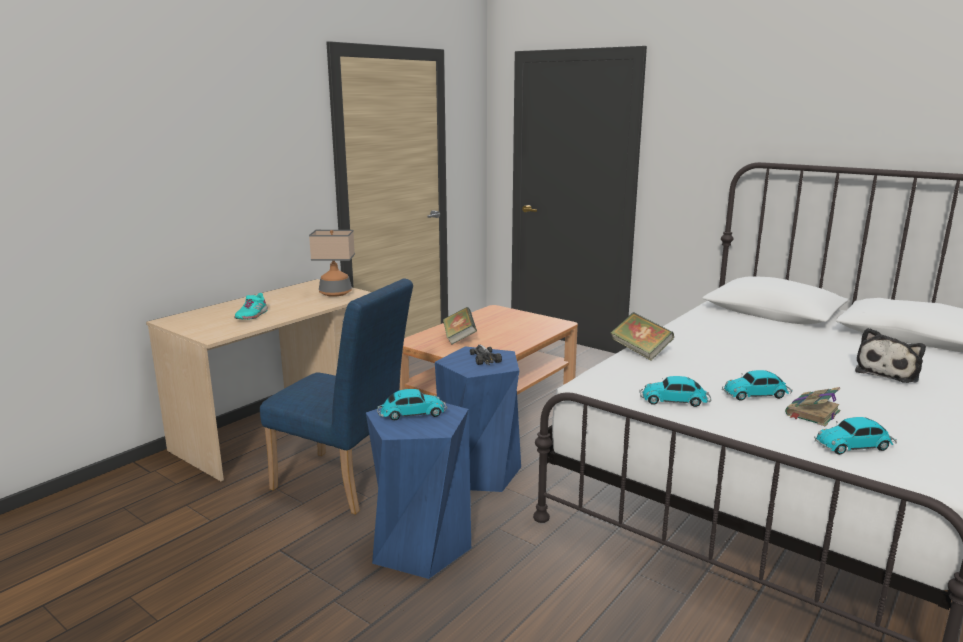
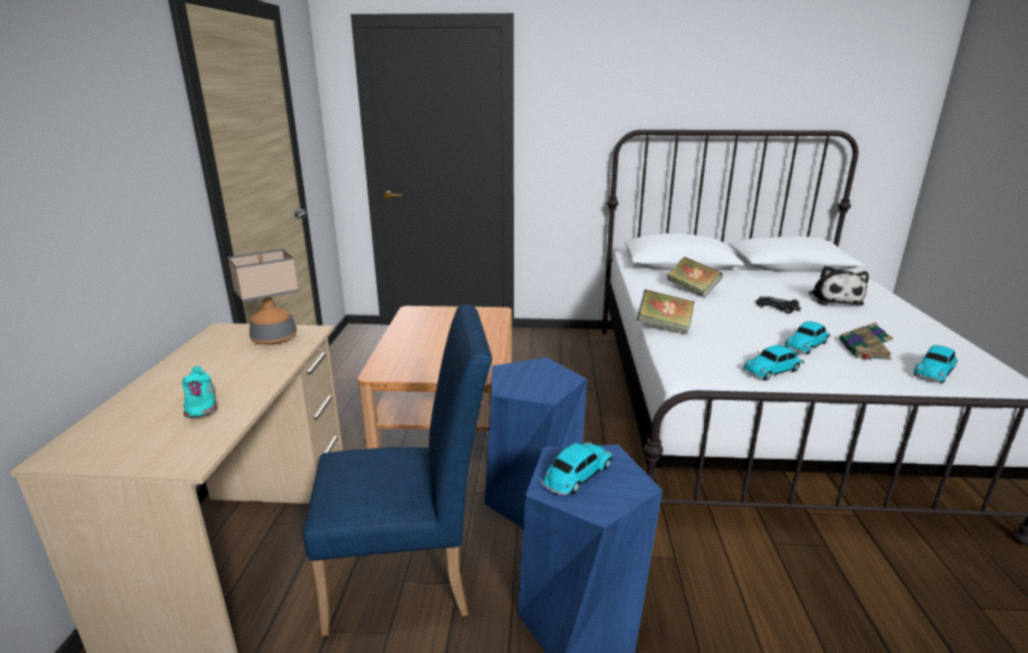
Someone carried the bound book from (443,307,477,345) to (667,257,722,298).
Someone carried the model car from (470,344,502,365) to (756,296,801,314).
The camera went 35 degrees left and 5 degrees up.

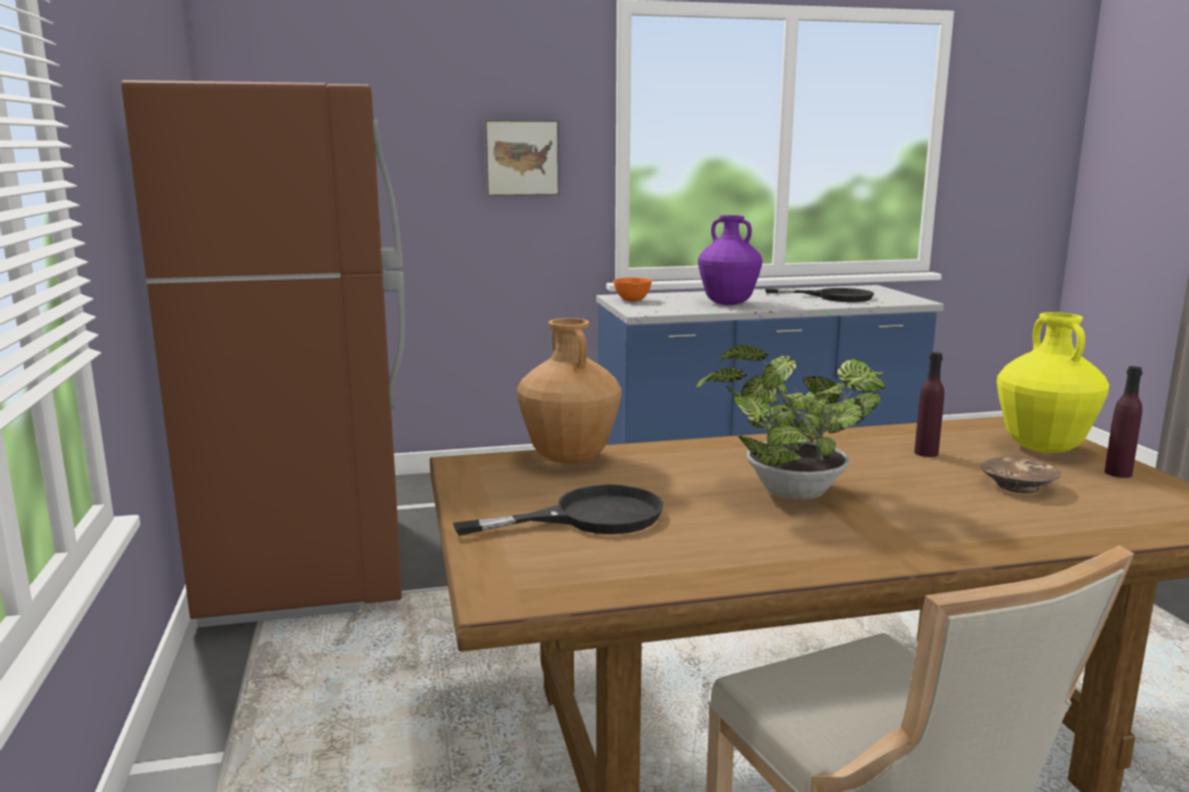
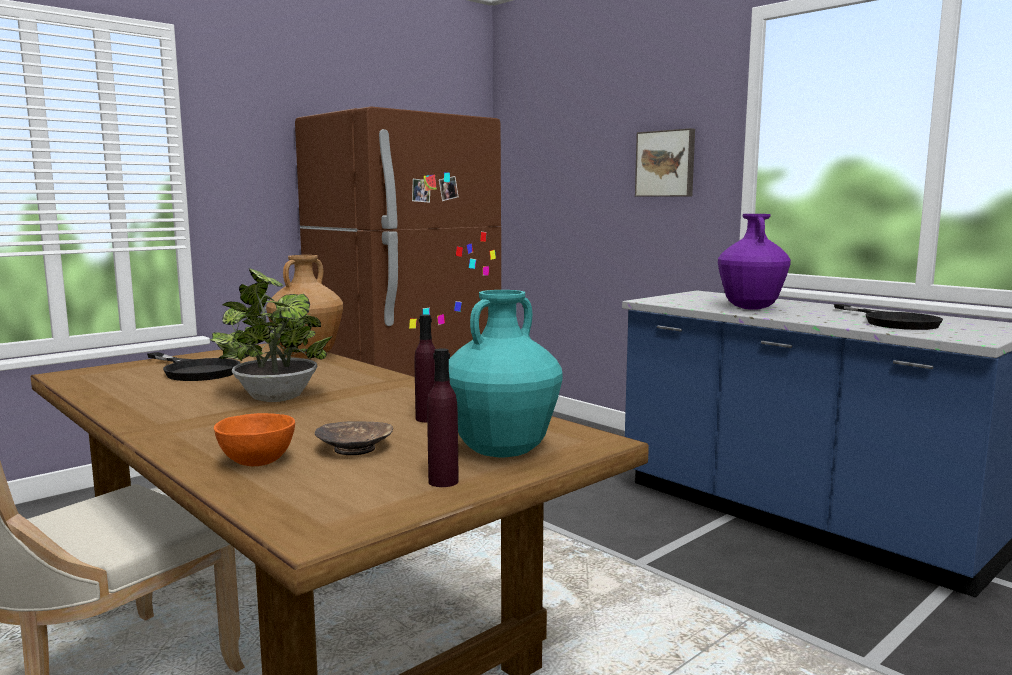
Someone carried the bowl (orangey) from (613,278,652,301) to (214,413,295,466).
Someone repainted the decorative vase (yellow) at (997,312,1109,453), which became the decorative vase (turquoise) at (449,290,562,457).
The camera went 60 degrees right and 5 degrees down.

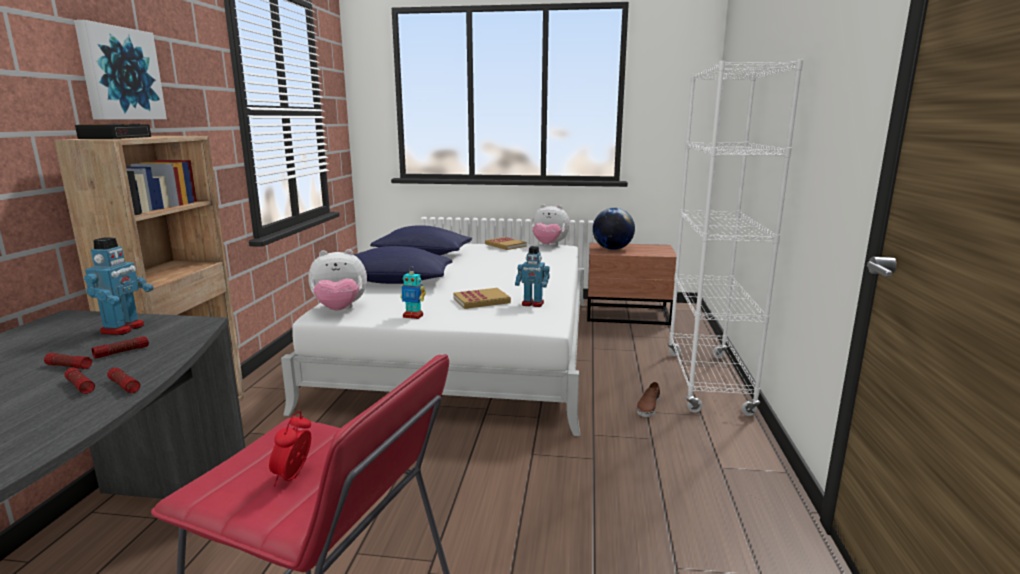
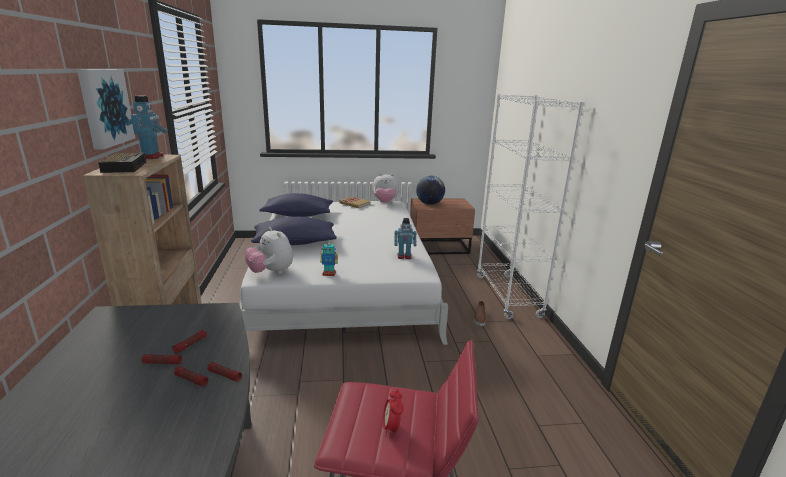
Someone carried the robot figure from (84,237,154,335) to (130,95,168,159).
Someone rotated the soft toy at (308,249,367,311) by 75 degrees clockwise.
Someone took away the bound book at (453,288,511,309).
The camera went 15 degrees left and 5 degrees up.

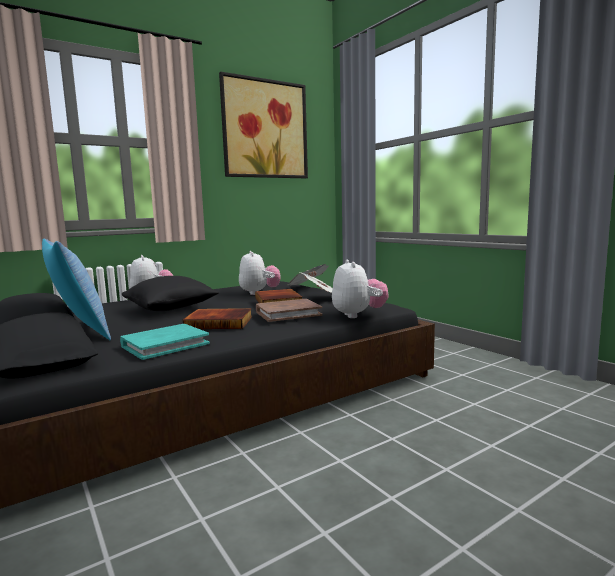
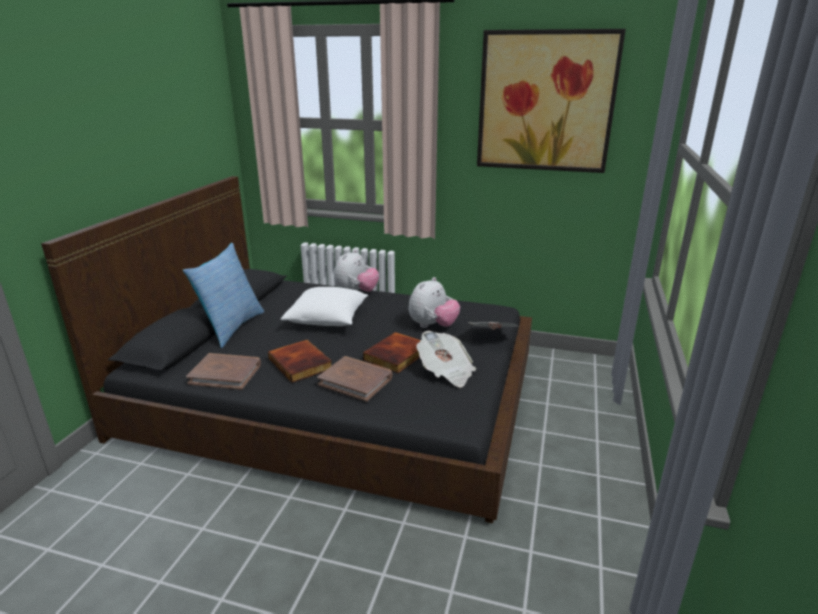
Someone repainted the bound book (turquoise) at (120,324,210,360), which became the bound book (brown) at (186,353,261,390).
Someone repainted the pillow (black-coloured) at (122,276,219,311), which became the pillow (whitish) at (281,287,368,326).
Someone took away the soft toy at (332,259,389,318).
The camera went 50 degrees right and 15 degrees up.

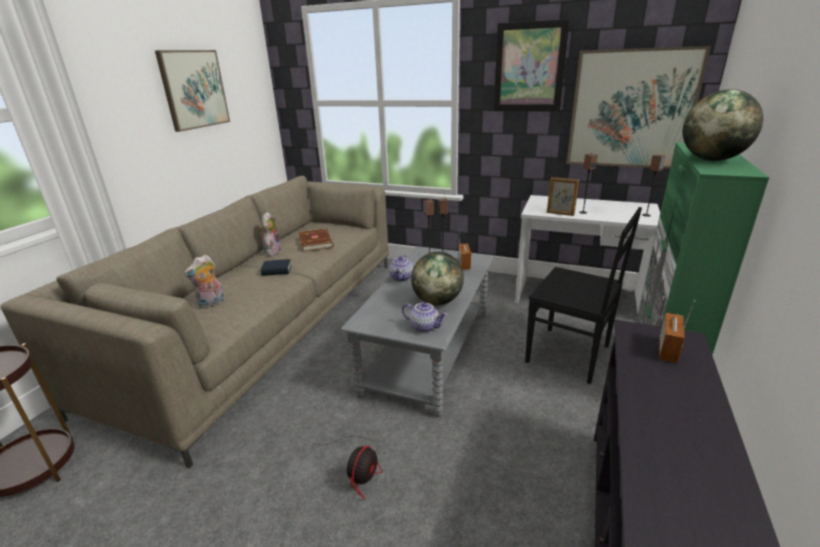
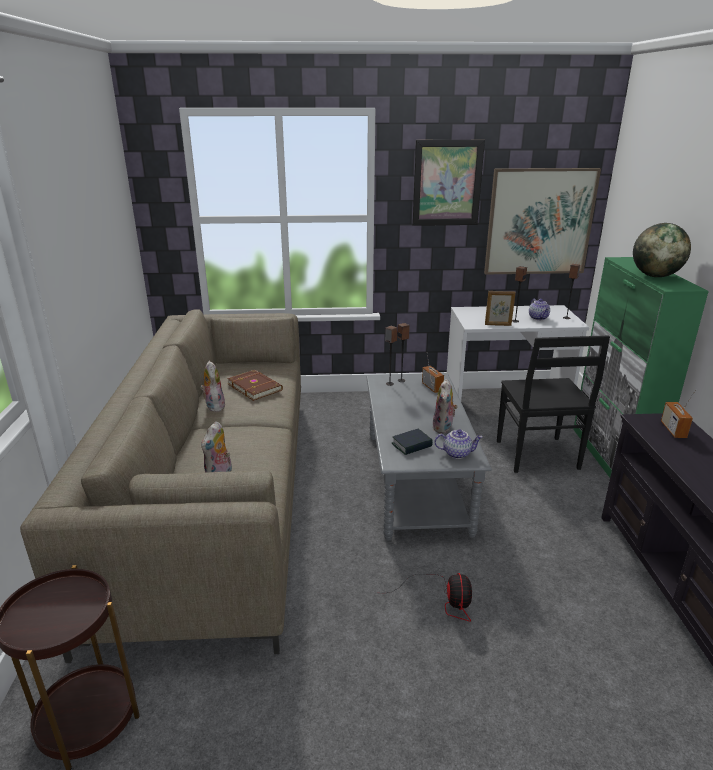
Someone took away the wall art at (155,50,230,132).
Someone carried the bound book from (260,259,292,276) to (392,429,433,455).
Someone carried the tea pot from (389,254,413,282) to (529,298,550,320).
Someone swapped the desk globe at (411,252,464,305) for the soft toy at (432,379,458,433).
Someone rotated the chair (black-coloured) at (525,207,642,384) by 75 degrees clockwise.
The camera went 25 degrees left and 0 degrees up.

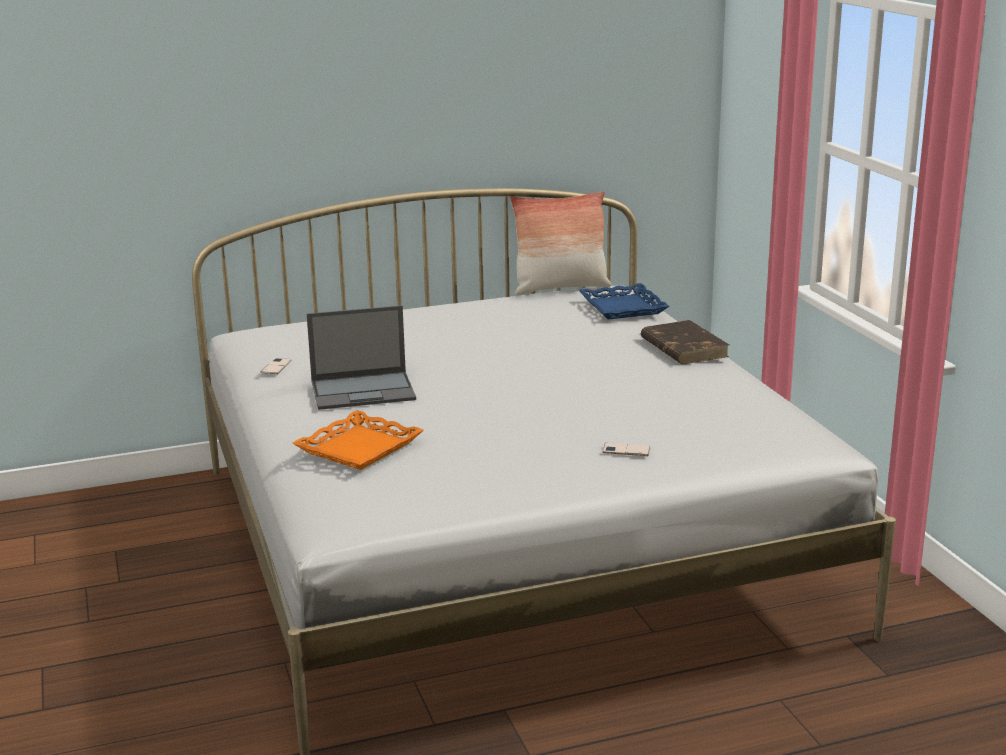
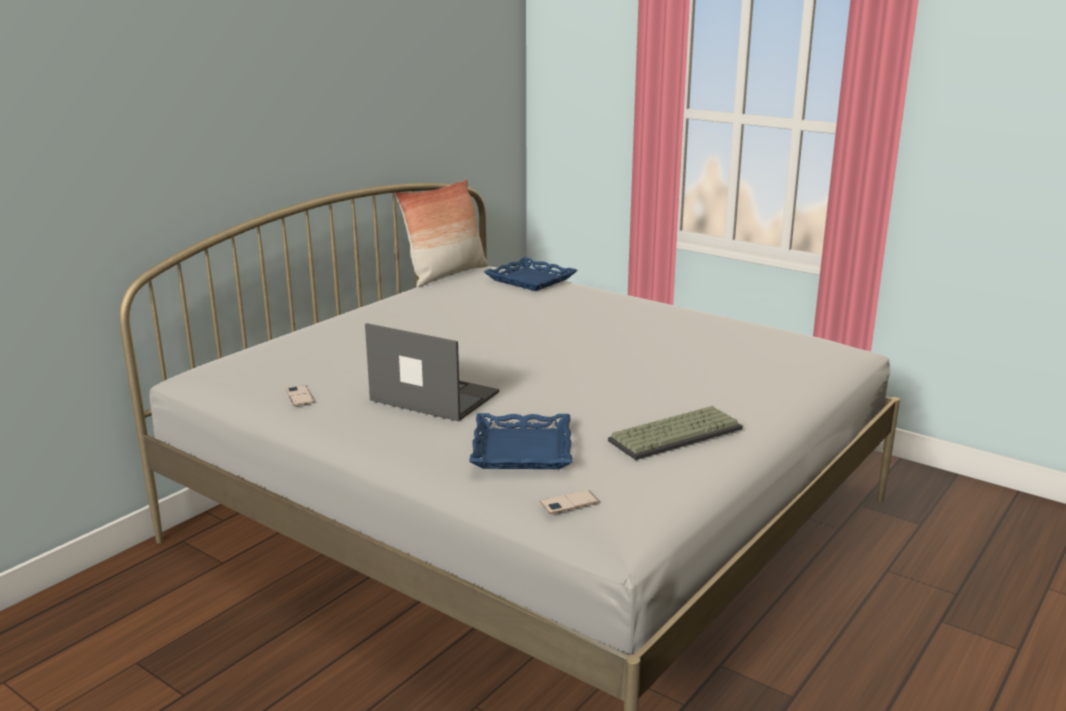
Someone repainted the tray (orangey) at (293,410,424,470), which became the tray (blue-coloured) at (469,413,572,469).
Someone rotated the notebook computer at (307,305,416,410) by 105 degrees counterclockwise.
Someone carried the phone from (602,443,651,456) to (540,490,600,514).
Someone took away the bound book (brown) at (641,320,729,364).
Someone put down the PC keyboard at (608,406,743,460).
The camera went 35 degrees left and 0 degrees up.

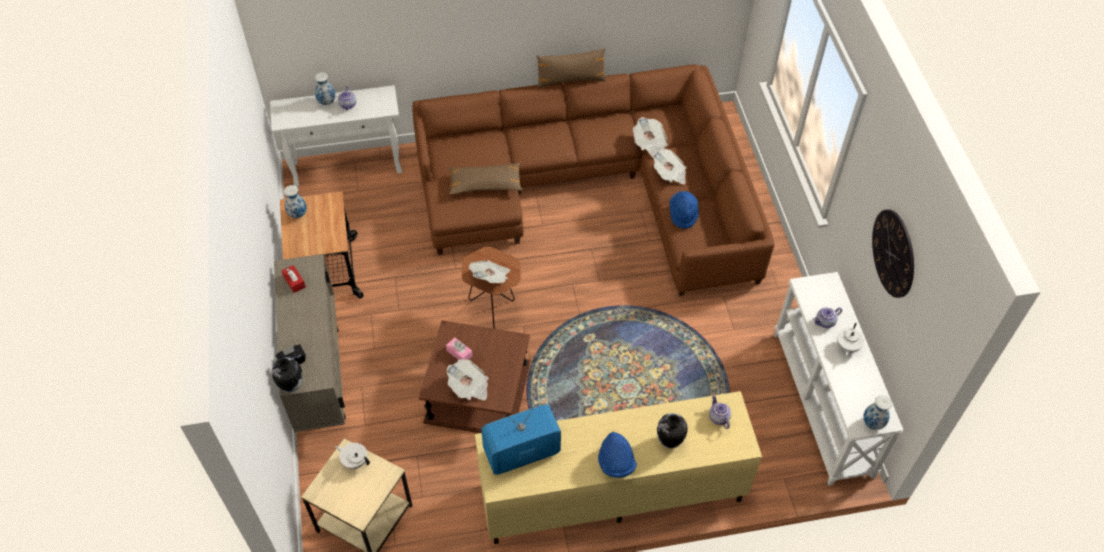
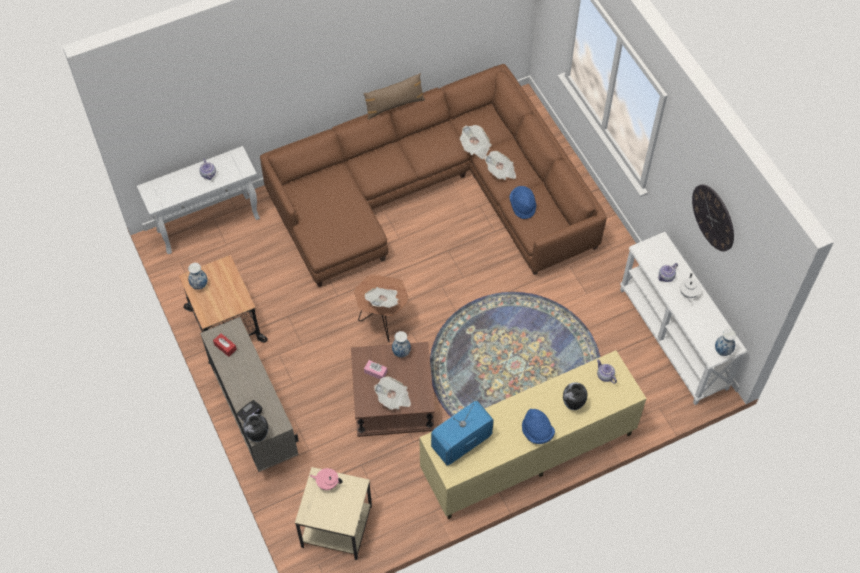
Someone carried the decorative vase from (315,72,335,105) to (392,331,411,357).
Someone repainted the tea pot (whitish) at (335,443,370,469), which became the tea pot (pink) at (310,468,343,490).
Someone took away the pillow (brown) at (449,163,522,195).
The camera went 15 degrees left and 5 degrees up.

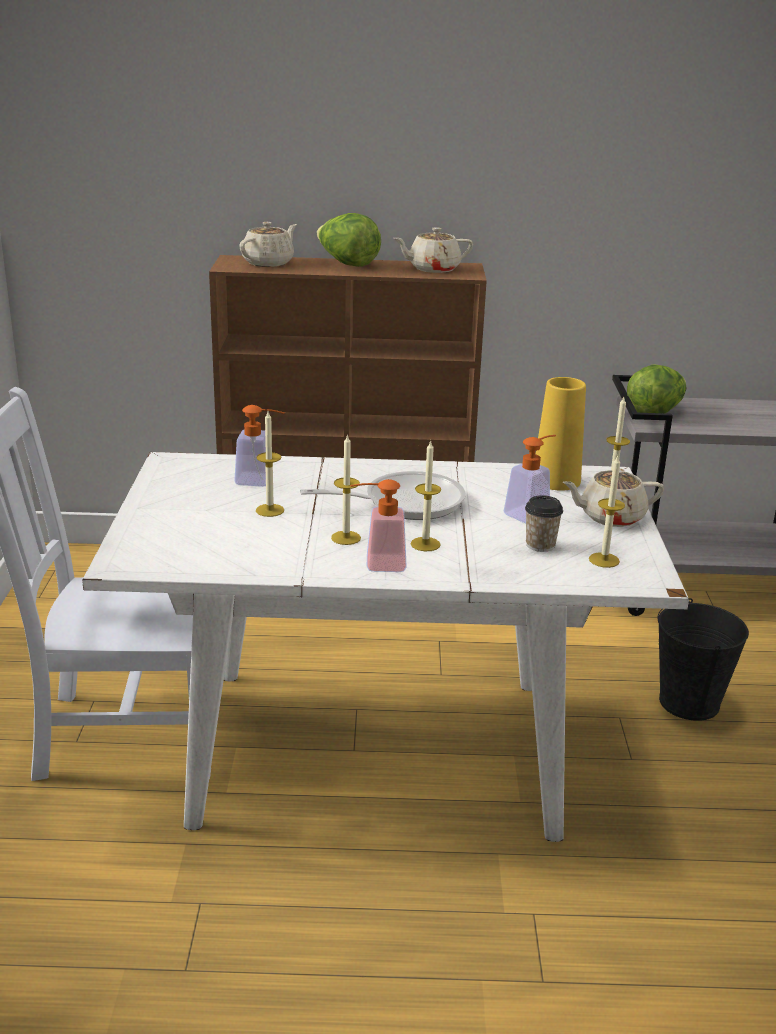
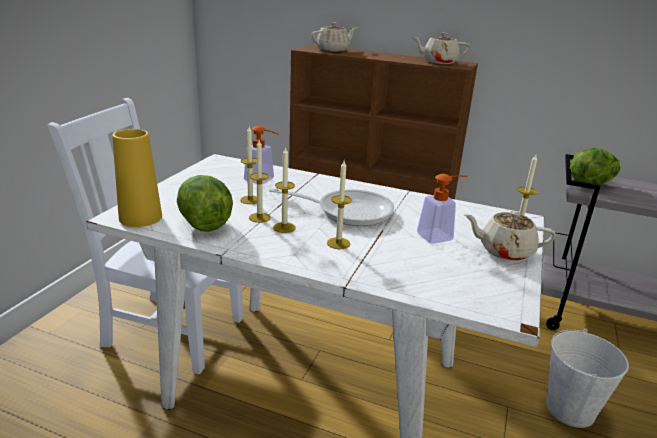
Someone carried the lettuce from (317,213,381,267) to (177,175,233,232).
Someone took away the liquid soap bottle at (350,479,407,572).
Someone took away the cup at (525,495,563,552).
Someone carried the decorative vase (yellow) from (536,377,586,491) to (112,129,162,227).
Someone carried the candle from (589,456,625,568) to (249,140,271,223).
Someone repainted the water bucket (black-coloured) at (657,598,749,721), which became the water bucket (whitish) at (546,329,629,428).
The camera went 20 degrees right and 0 degrees up.

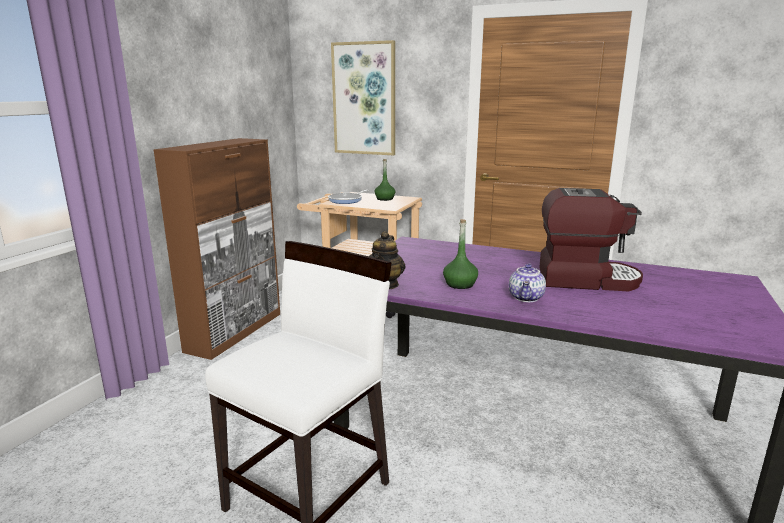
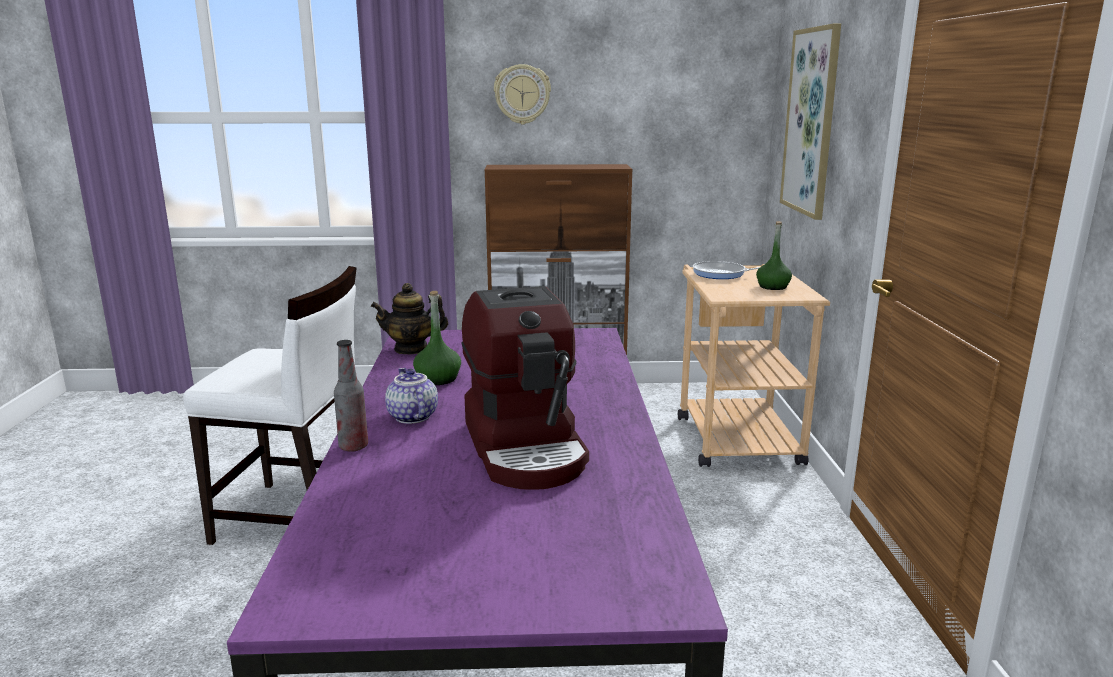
Someone rotated the tea pot at (509,263,546,302) by 75 degrees clockwise.
Someone put down the bottle at (334,340,368,452).
Someone put up the hanging clock at (494,64,551,124).
The camera went 65 degrees right and 0 degrees up.

